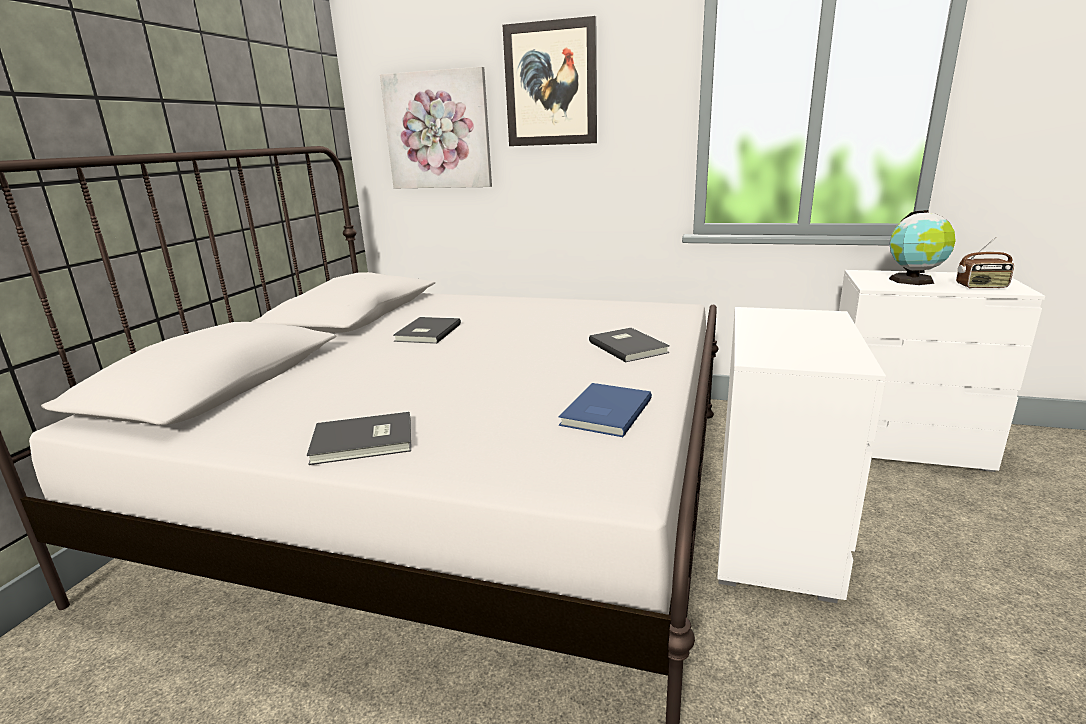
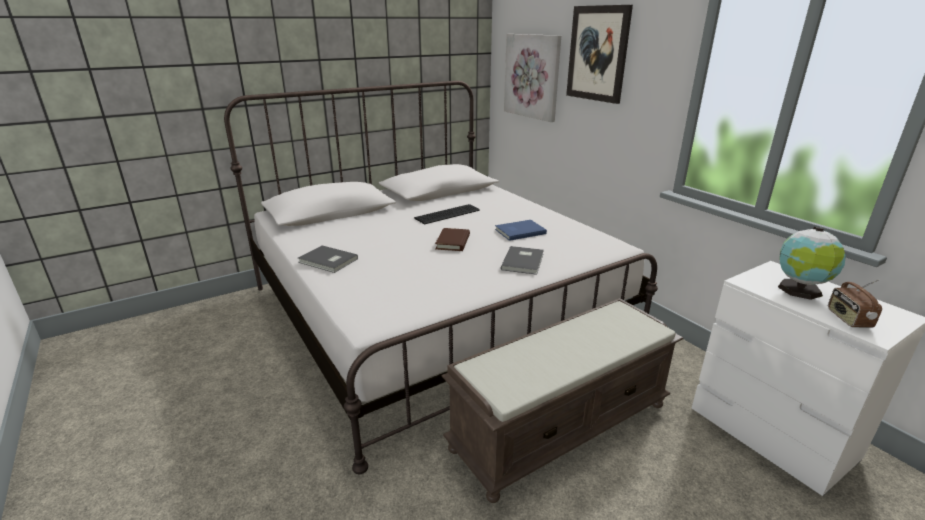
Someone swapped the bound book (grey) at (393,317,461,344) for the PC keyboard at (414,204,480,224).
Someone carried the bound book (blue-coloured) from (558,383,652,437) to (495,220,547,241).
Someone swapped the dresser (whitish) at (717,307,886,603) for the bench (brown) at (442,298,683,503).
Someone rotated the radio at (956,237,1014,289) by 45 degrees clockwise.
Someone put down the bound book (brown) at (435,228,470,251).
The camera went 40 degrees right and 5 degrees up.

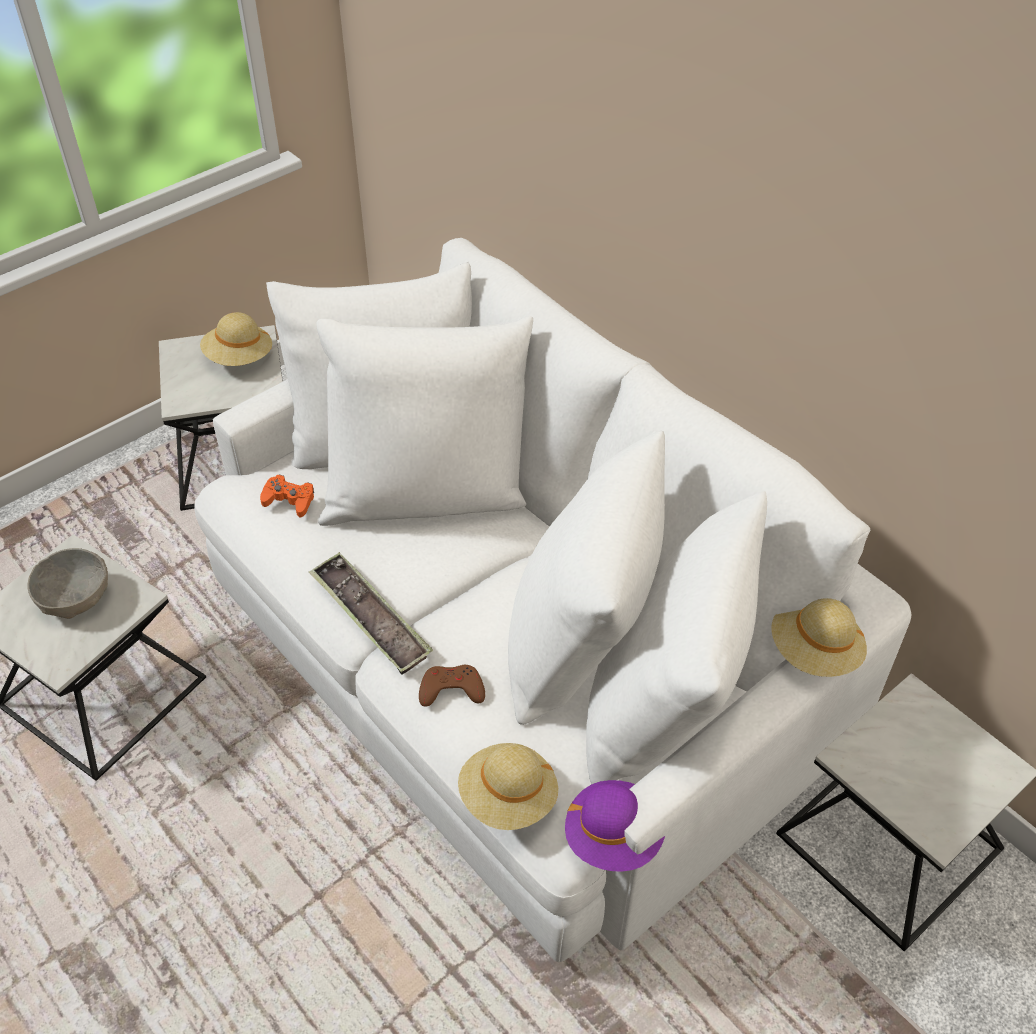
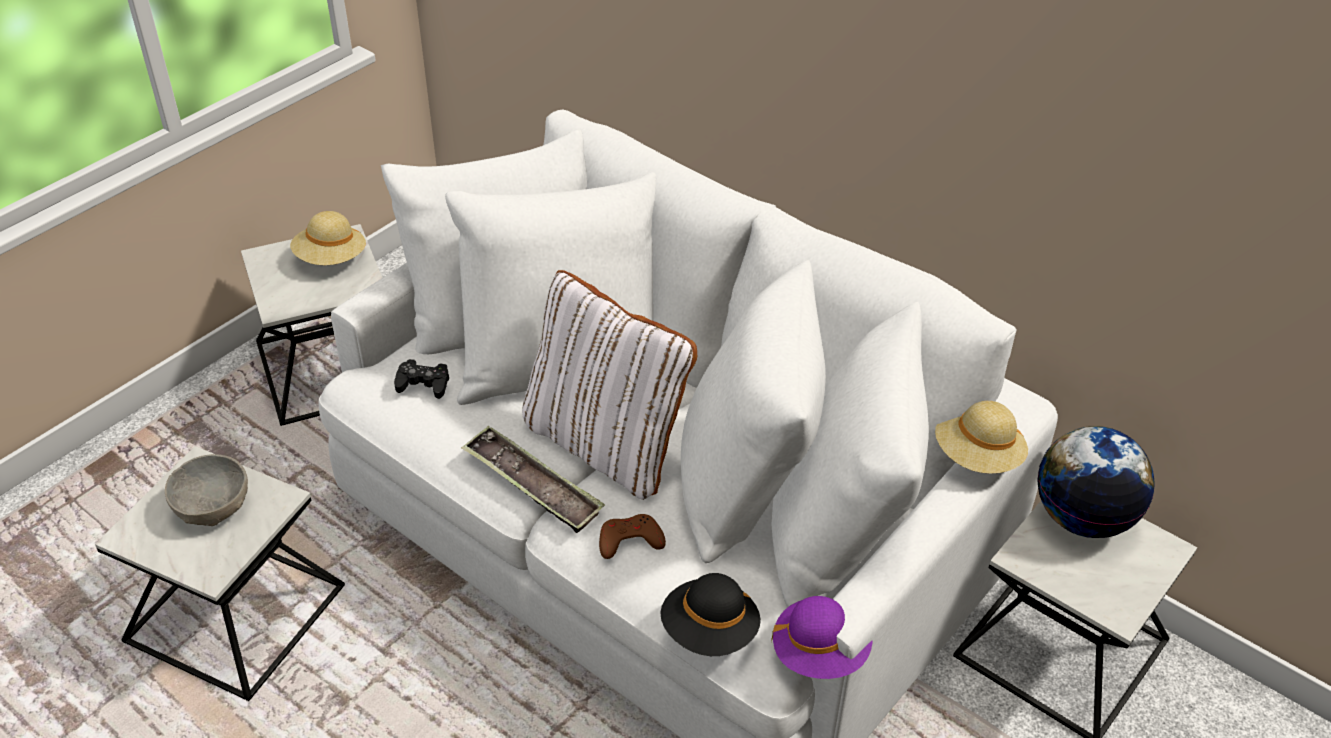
Someone repainted the gamepad (orangey) at (260,474,314,517), which became the gamepad (black-coloured) at (394,359,449,399).
Someone repainted the clothing hat (sand-coloured) at (458,743,558,830), which became the clothing hat (black-coloured) at (660,573,761,656).
Someone put down the pillow (whitish) at (522,270,697,500).
Someone put down the desk globe at (1037,426,1155,538).
The camera went 10 degrees left and 5 degrees down.

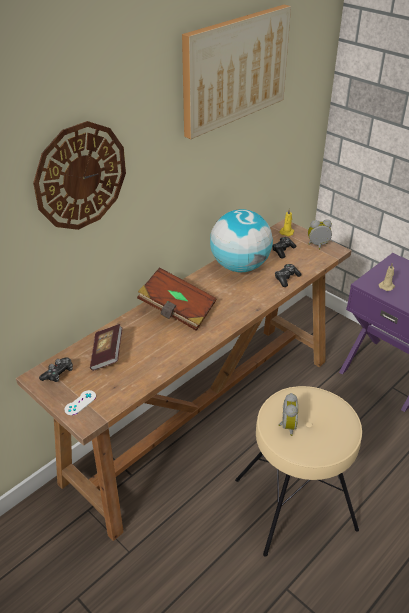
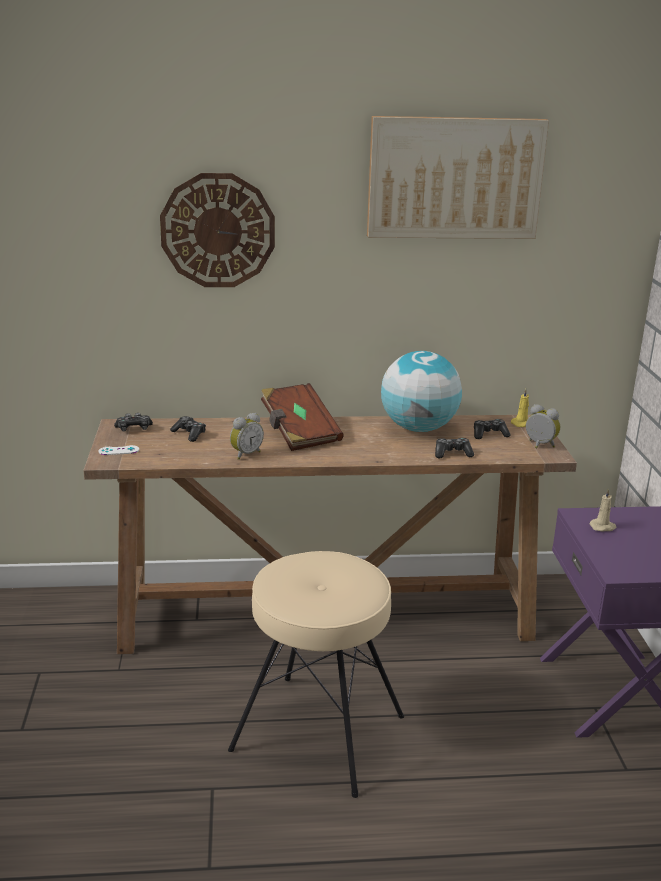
Someone swapped the bound book at (90,324,122,371) for the gamepad at (170,416,206,442).
Someone carried the bedside clock from (279,393,298,436) to (230,413,264,460).
The camera went 40 degrees right and 15 degrees down.

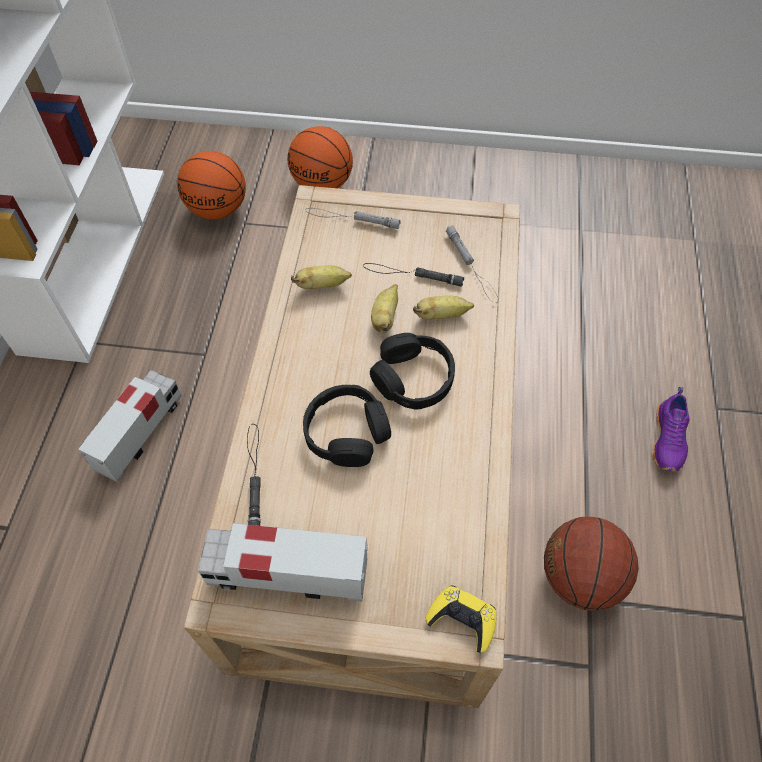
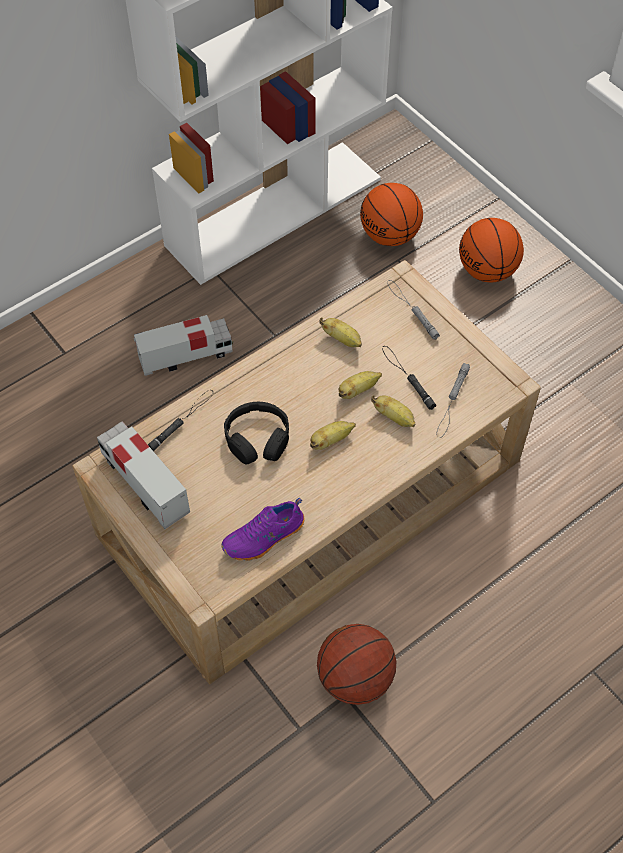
Someone swapped the pair of headphones (black-coloured) at (370,333,455,410) for the banana fruit at (310,421,356,450).
Someone took away the gamepad (yellow) at (426,585,496,653).
Someone carried the item of footwear (purple) from (652,387,690,472) to (222,498,305,561).
The camera went 45 degrees right and 0 degrees up.

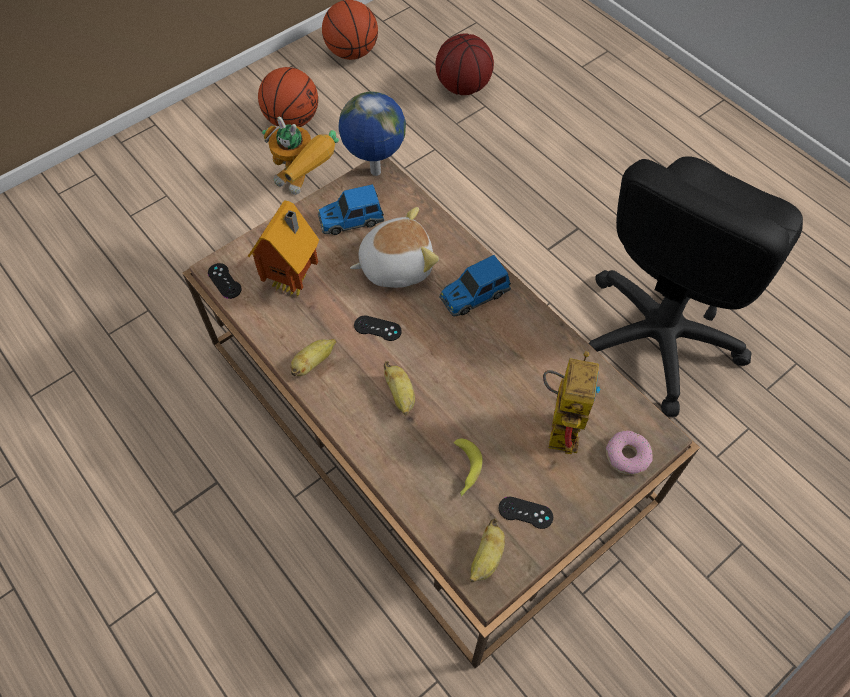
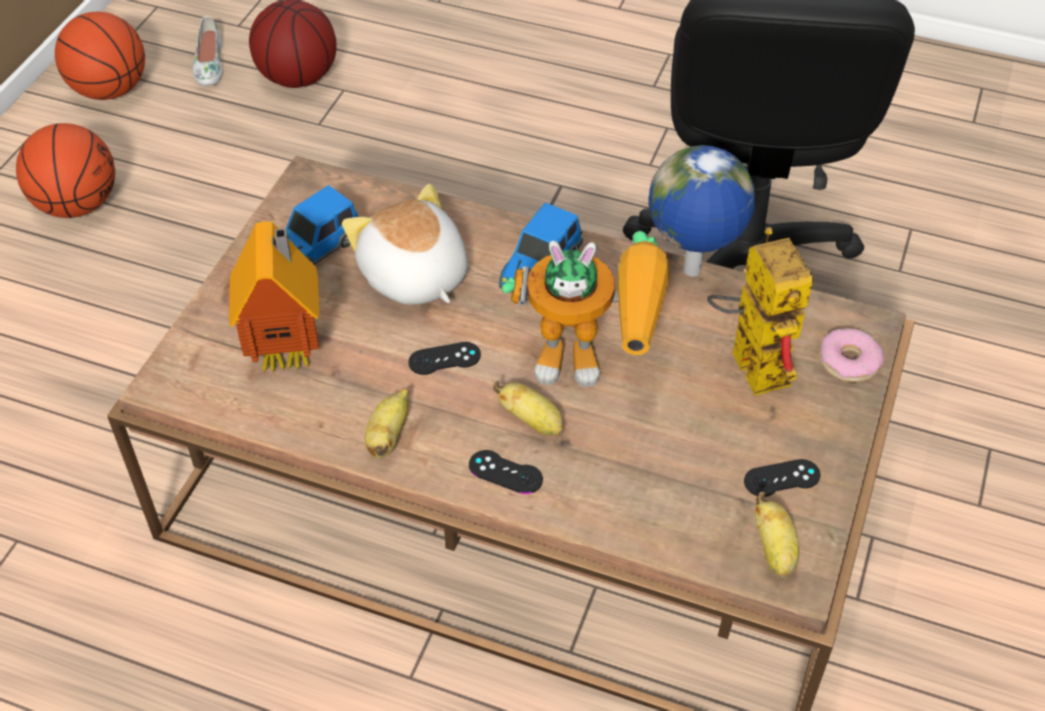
Someone carried the gamepad (black-coloured) from (208,263,242,299) to (469,450,543,494).
Someone carried the robot figure from (262,117,339,195) to (502,231,670,387).
Someone carried the desk globe from (338,92,406,176) to (648,145,755,276).
Someone rotated the soft toy at (350,207,439,288) by 75 degrees counterclockwise.
Someone took away the banana fruit at (453,439,483,497).
Someone put down the item of footwear (whitish) at (192,16,223,86).
The camera went 30 degrees left and 10 degrees down.

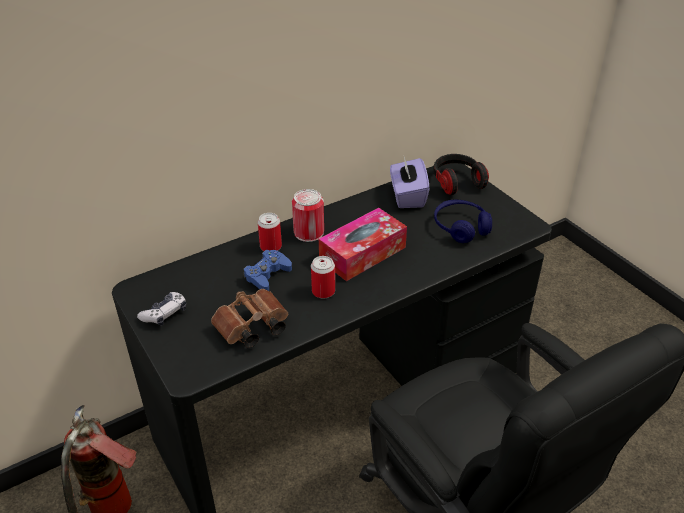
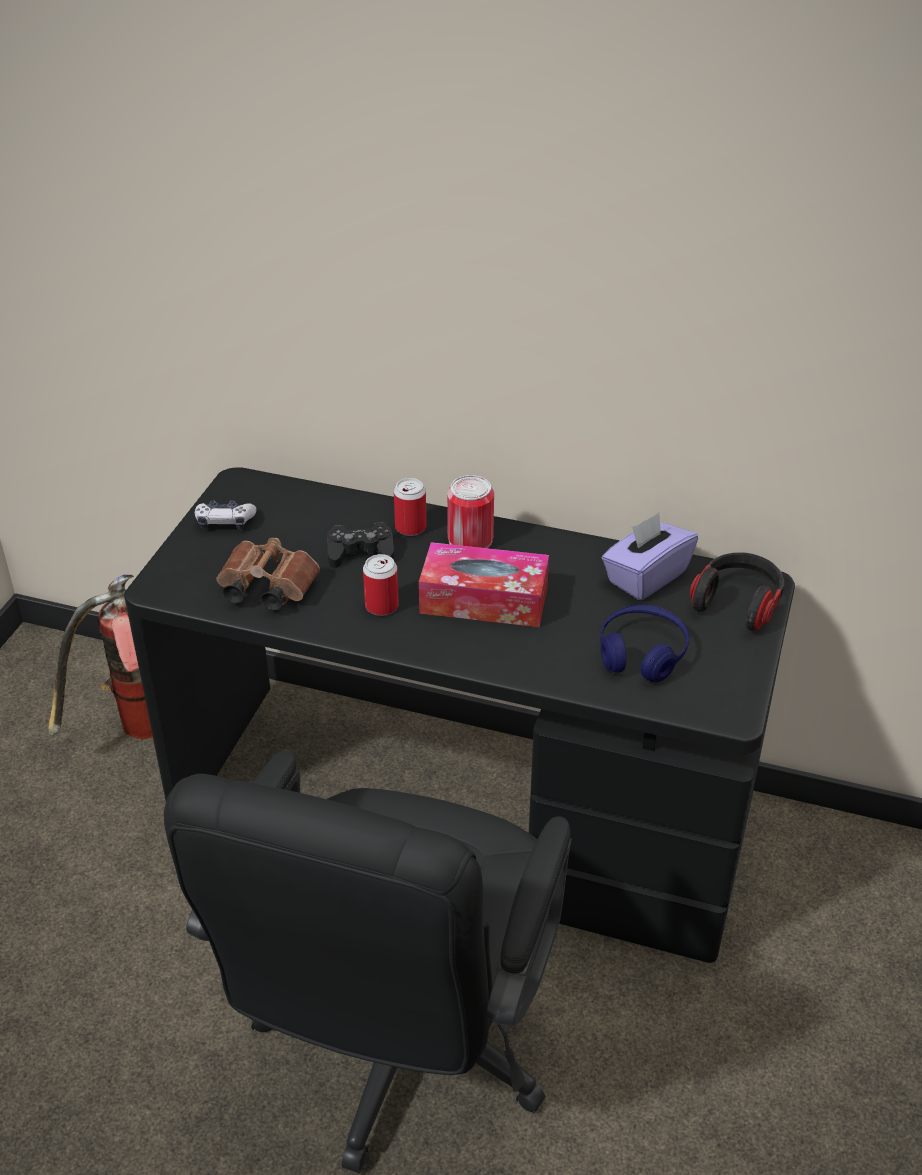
Someone repainted the gamepad (blue-coloured) at (244,250,292,291), which became the gamepad (black-coloured) at (327,522,394,568).
The camera went 50 degrees right and 0 degrees up.

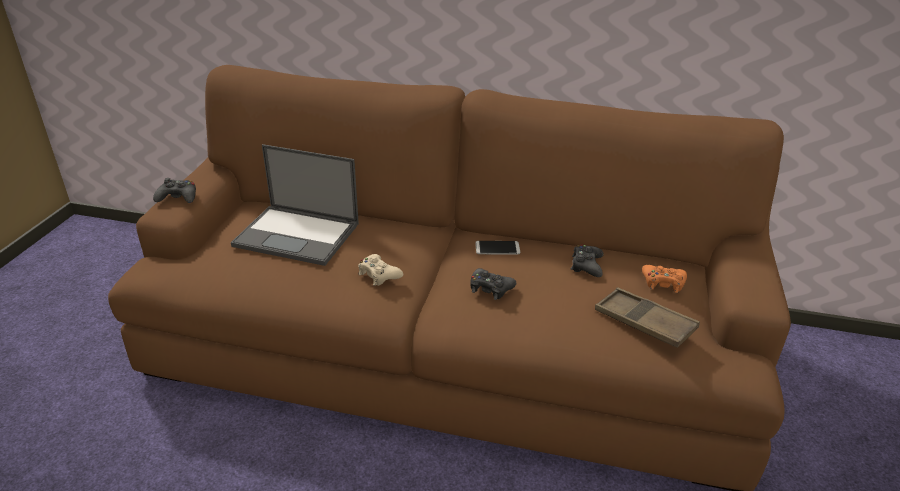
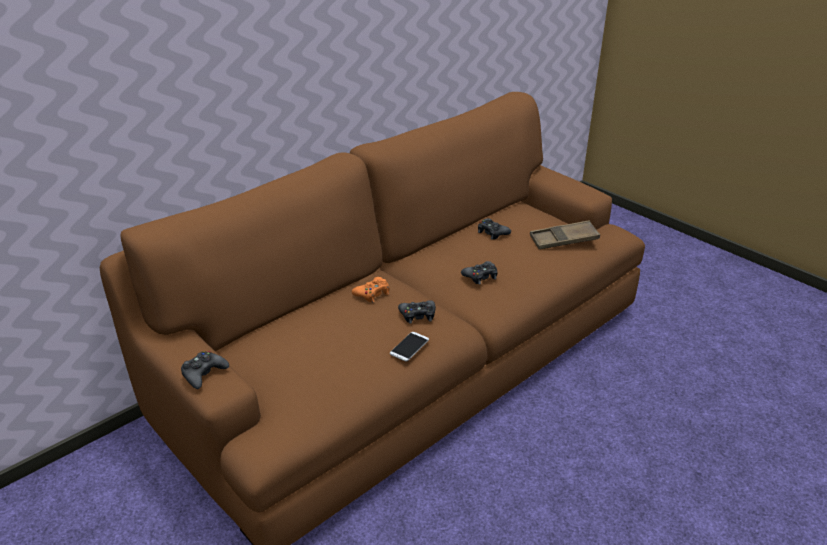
Someone took away the notebook computer at (231,144,359,266).
Someone repainted the gamepad (sand-coloured) at (358,254,403,286), which became the gamepad (black-coloured) at (398,300,436,324).
Someone carried the phone from (475,241,520,255) to (390,332,429,361).
Someone carried the gamepad (orangey) from (642,265,687,293) to (352,277,389,303).
The camera went 55 degrees left and 0 degrees up.

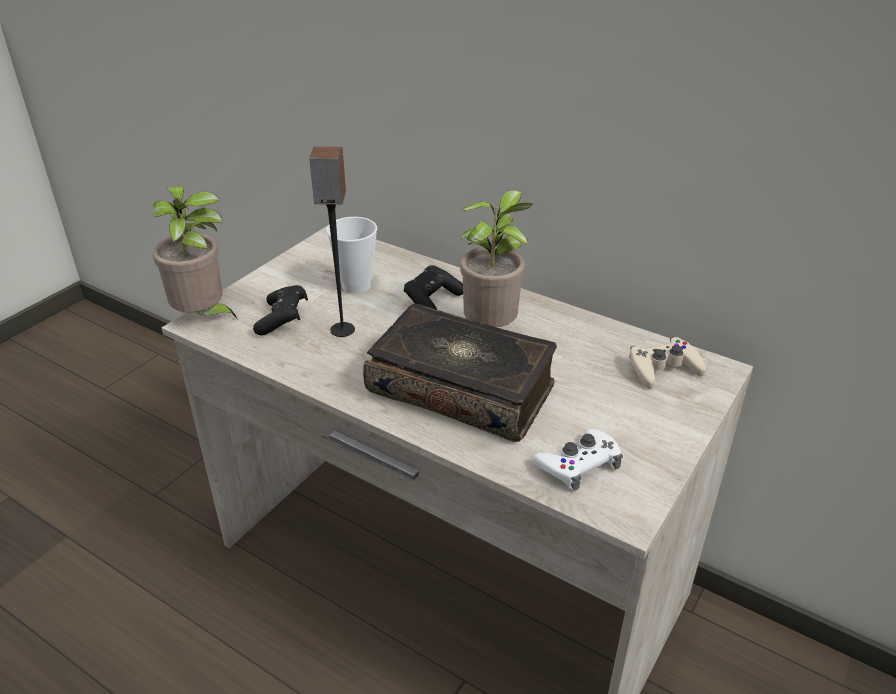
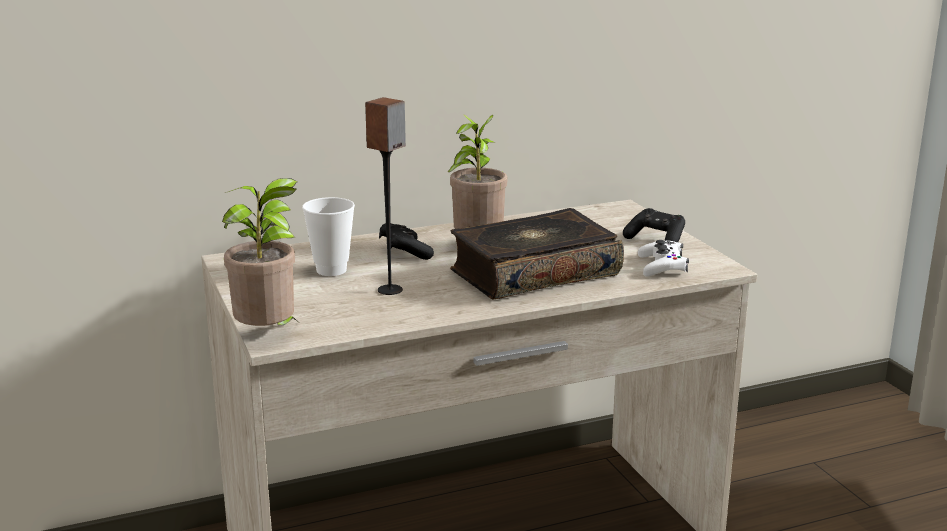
Someone carried the gamepad (black-coloured) from (253,285,308,336) to (623,208,685,242).
Someone took away the gamepad (sand-coloured) at (629,337,706,389).
The camera went 55 degrees left and 15 degrees down.

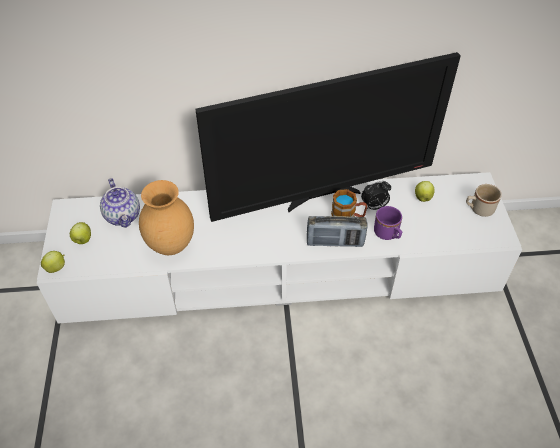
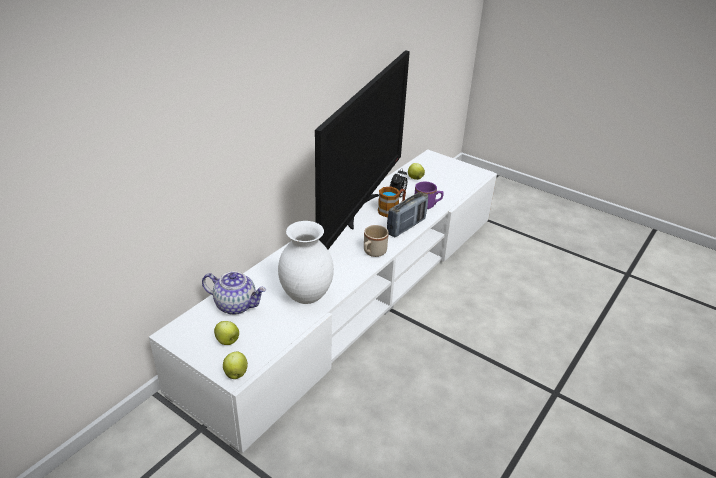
Someone repainted the decorative vase (brown) at (139,180,194,255), which became the decorative vase (whitish) at (278,221,334,304).
Someone carried the coffee mug (sand-coloured) from (466,184,502,217) to (364,225,389,257).
The camera went 50 degrees left and 15 degrees down.

